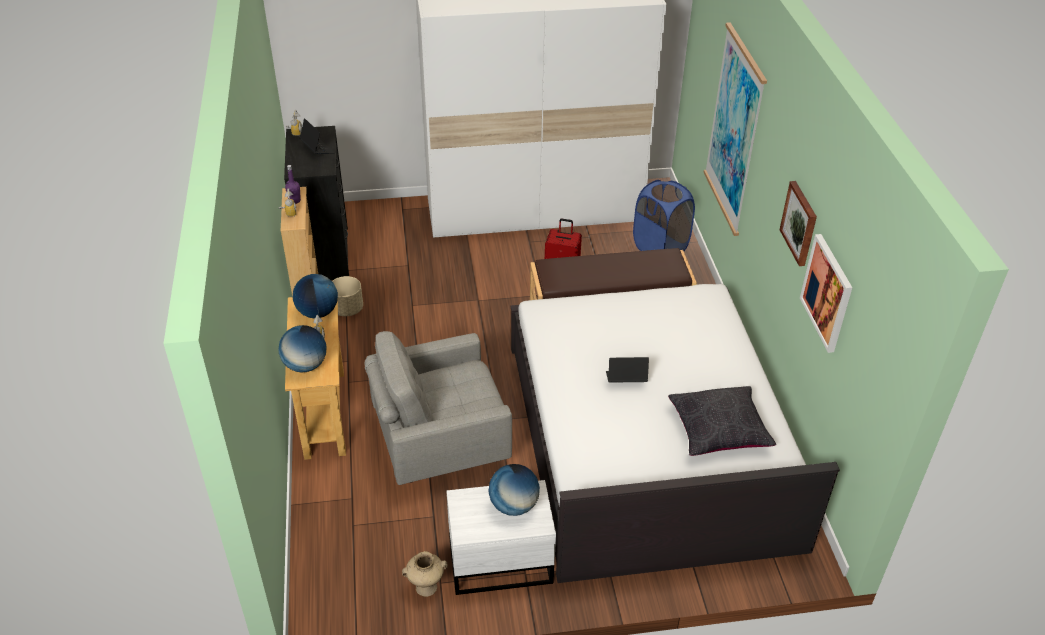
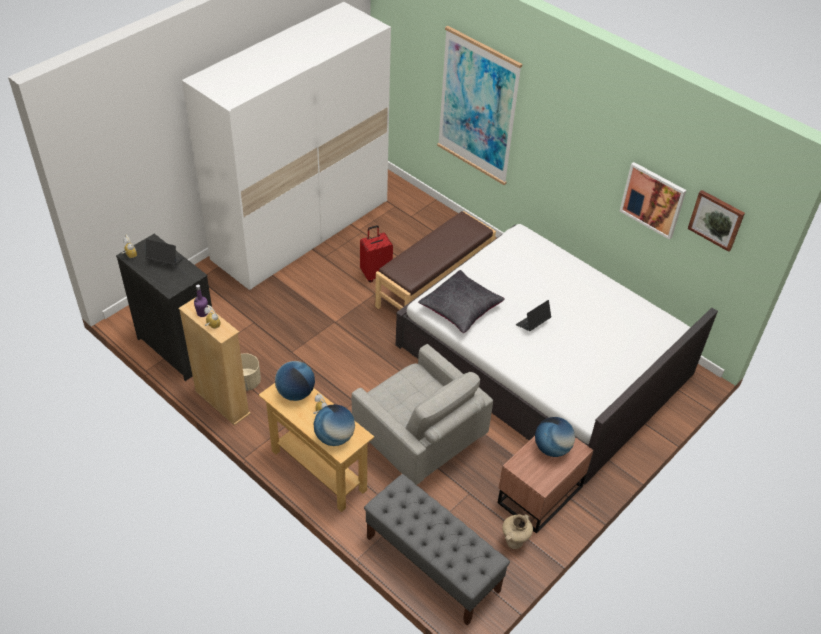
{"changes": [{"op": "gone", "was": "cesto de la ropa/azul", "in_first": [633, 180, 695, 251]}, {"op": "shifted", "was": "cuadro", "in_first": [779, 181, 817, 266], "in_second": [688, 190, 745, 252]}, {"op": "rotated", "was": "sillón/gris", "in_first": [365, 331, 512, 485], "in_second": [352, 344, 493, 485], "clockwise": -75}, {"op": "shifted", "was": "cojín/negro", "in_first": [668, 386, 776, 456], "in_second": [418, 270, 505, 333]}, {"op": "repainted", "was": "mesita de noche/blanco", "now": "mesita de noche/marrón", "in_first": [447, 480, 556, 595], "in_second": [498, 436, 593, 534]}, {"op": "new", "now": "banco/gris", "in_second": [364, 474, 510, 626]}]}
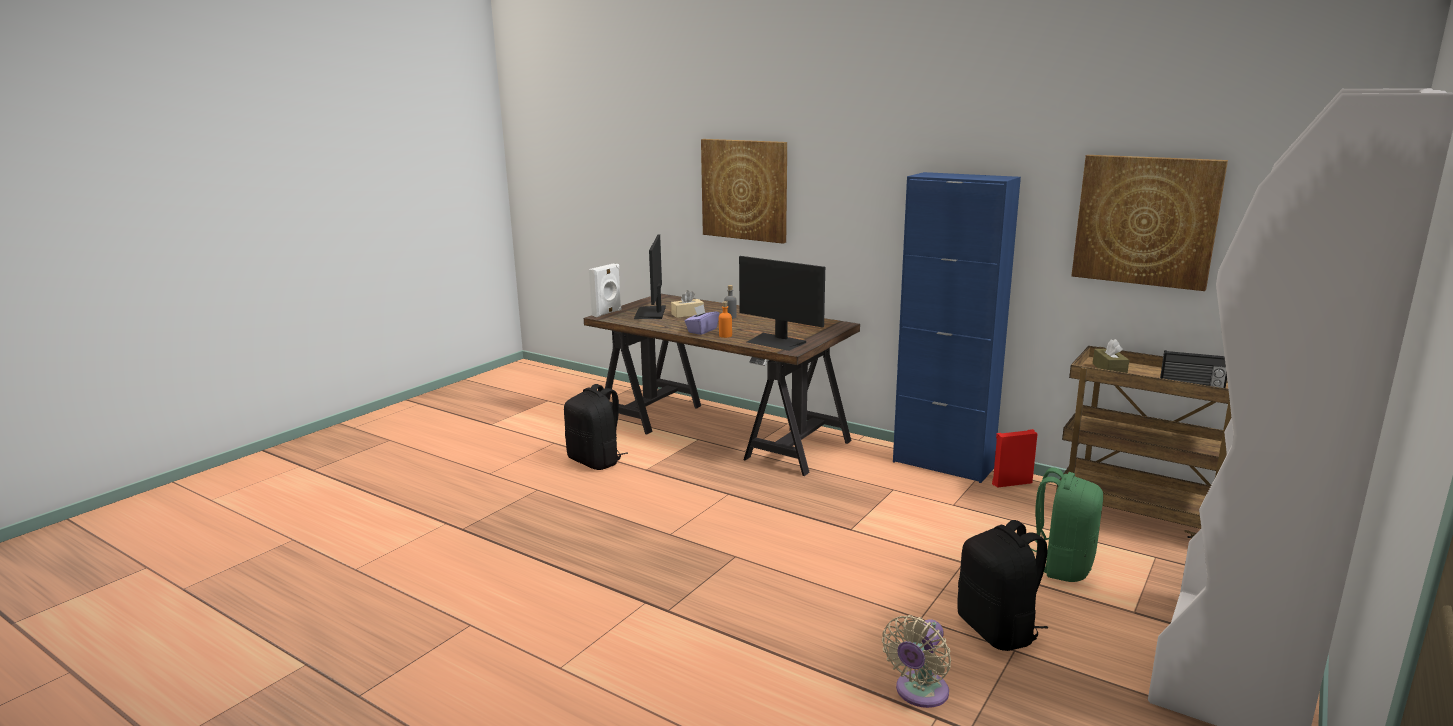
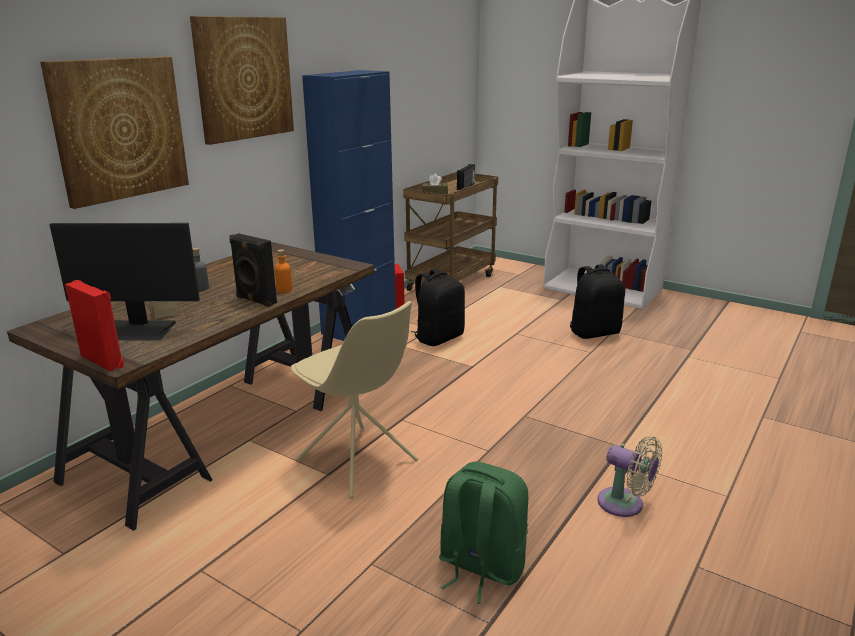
{"changes": [{"op": "shifted", "was": "cuadro", "in_first": [1072, 155, 1228, 291], "in_second": [190, 16, 294, 145]}, {"op": "gone", "was": "monitor", "in_first": [739, 256, 825, 351]}, {"op": "repainted", "was": "altavoz/blanco", "now": "altavoz/rojo", "in_first": [589, 264, 621, 317], "in_second": [65, 280, 124, 371]}, {"op": "swapped", "was": "caja de pañuelos/morado", "now": "altavoz/negro", "in_first": [685, 304, 719, 335], "in_second": [229, 233, 277, 307]}, {"op": "shifted", "was": "mochila/negro", "in_first": [564, 384, 628, 470], "in_second": [411, 269, 465, 346]}, {"op": "shifted", "was": "mochila/verde", "in_first": [1031, 467, 1103, 582], "in_second": [439, 462, 528, 604]}, {"op": "shifted", "was": "ventilador/beis", "in_first": [882, 615, 951, 708], "in_second": [598, 436, 663, 517]}, {"op": "new", "now": "silla/beis", "in_second": [290, 301, 418, 499]}]}
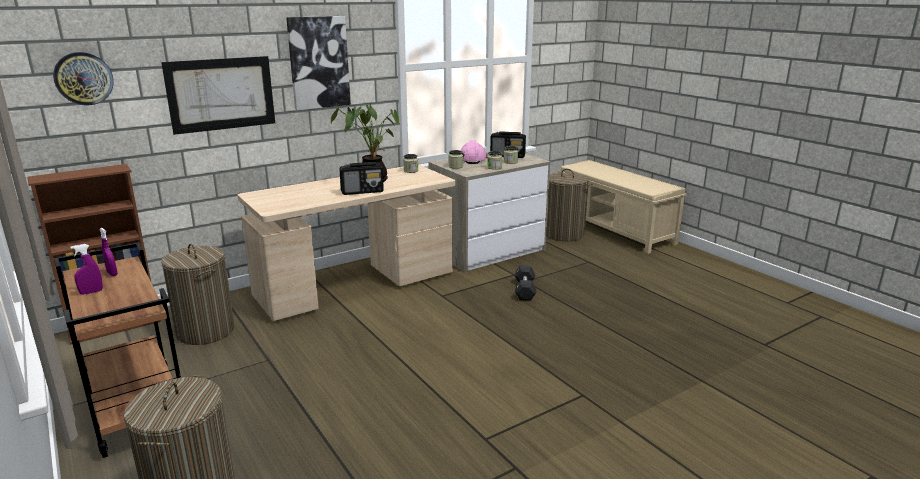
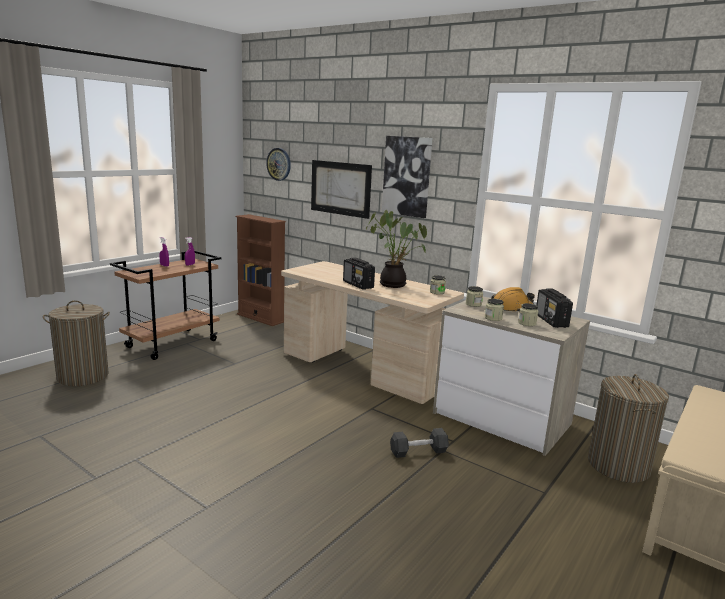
{"changes": [{"op": "repainted", "was": "casco/rosa", "now": "casco/naranja", "in_first": [460, 140, 488, 164], "in_second": [491, 287, 535, 313]}, {"op": "gone", "was": "cesto de la ropa", "in_first": [161, 244, 235, 345]}]}
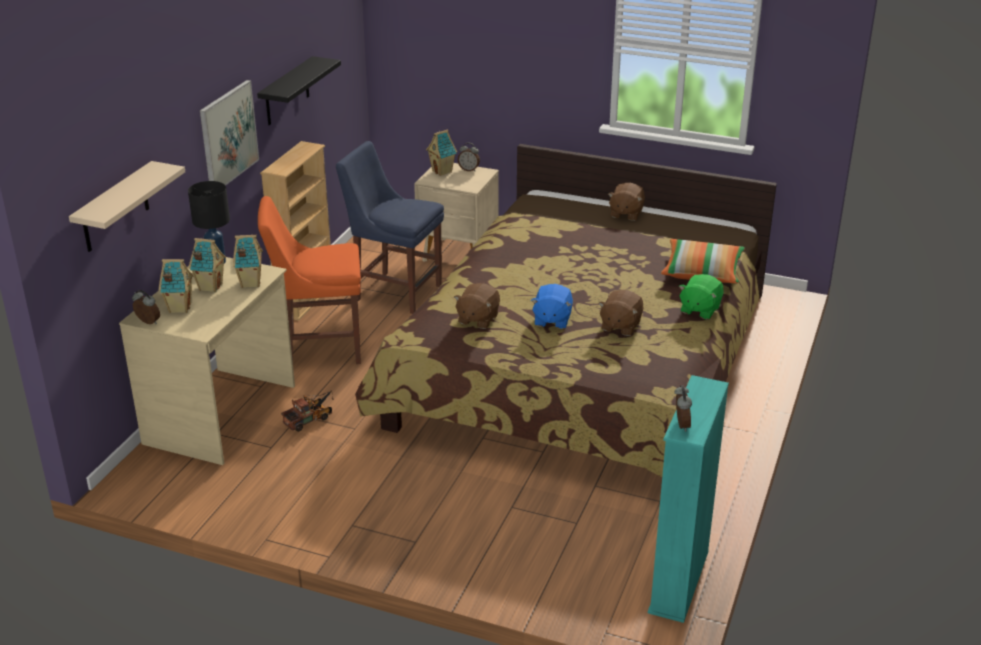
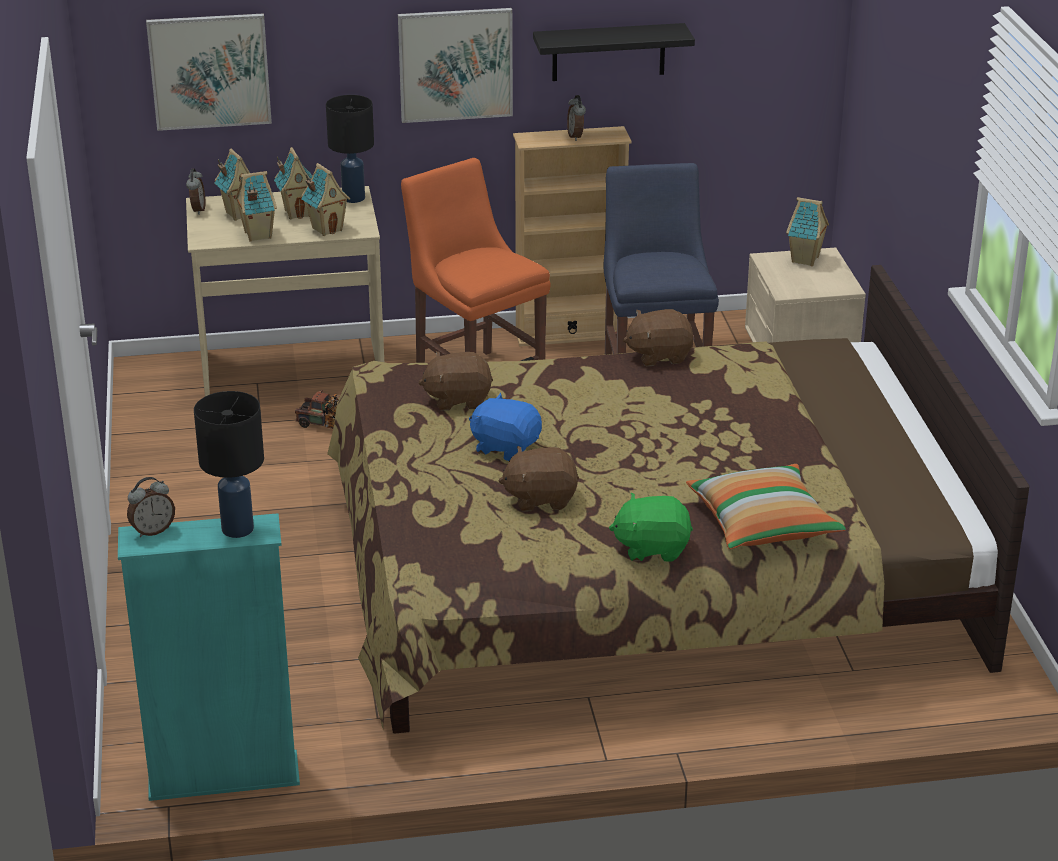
{"changes": [{"op": "shifted", "was": "despertador", "in_first": [458, 143, 480, 171], "in_second": [567, 95, 586, 141]}, {"op": "swapped", "was": "estante/beis", "now": "cuadro", "in_first": [69, 161, 185, 252], "in_second": [146, 13, 272, 131]}, {"op": "shifted", "was": "peluche/marrón", "in_first": [608, 183, 645, 221], "in_second": [623, 309, 693, 366]}, {"op": "rotated", "was": "peluche/azul", "in_first": [531, 284, 573, 329], "in_second": [469, 393, 542, 461], "clockwise": 45}, {"op": "new", "now": "casita", "in_second": [235, 171, 277, 241]}, {"op": "new", "now": "lámpara de mesa/negro", "in_second": [194, 391, 264, 538]}]}
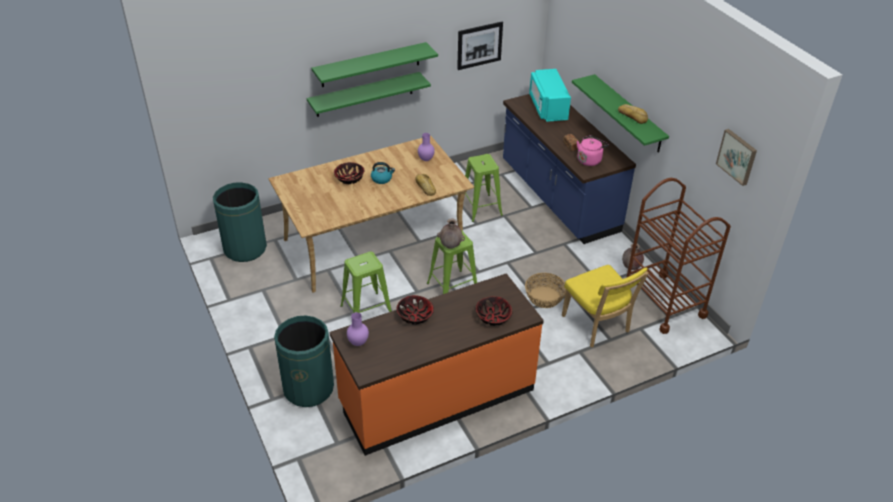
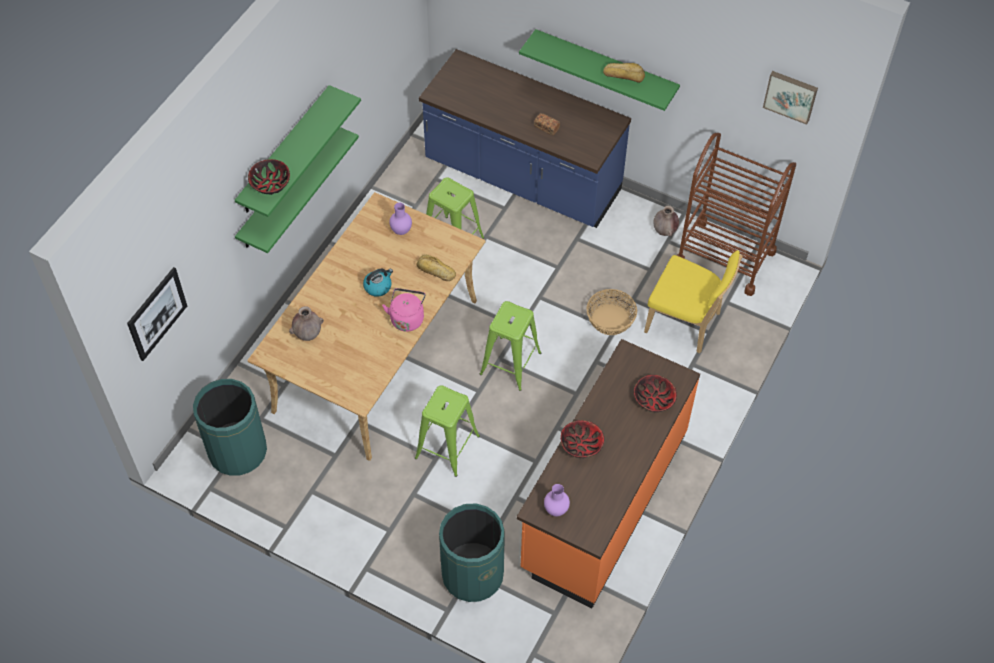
{"changes": [{"op": "shifted", "was": "cuadro", "in_first": [457, 22, 503, 70], "in_second": [127, 267, 187, 361]}, {"op": "gone", "was": "microondas/turquesa", "in_first": [529, 69, 571, 122]}, {"op": "shifted", "was": "hervidor/rosa", "in_first": [577, 135, 609, 166], "in_second": [382, 288, 425, 332]}, {"op": "shifted", "was": "cuenco", "in_first": [334, 162, 365, 184], "in_second": [248, 159, 290, 195]}, {"op": "shifted", "was": "florero/marrón", "in_first": [437, 219, 465, 249], "in_second": [289, 306, 324, 341]}]}
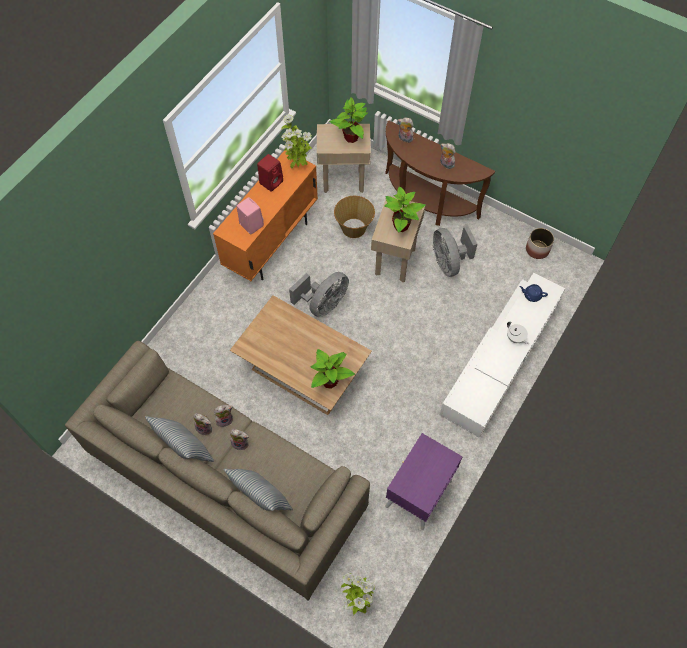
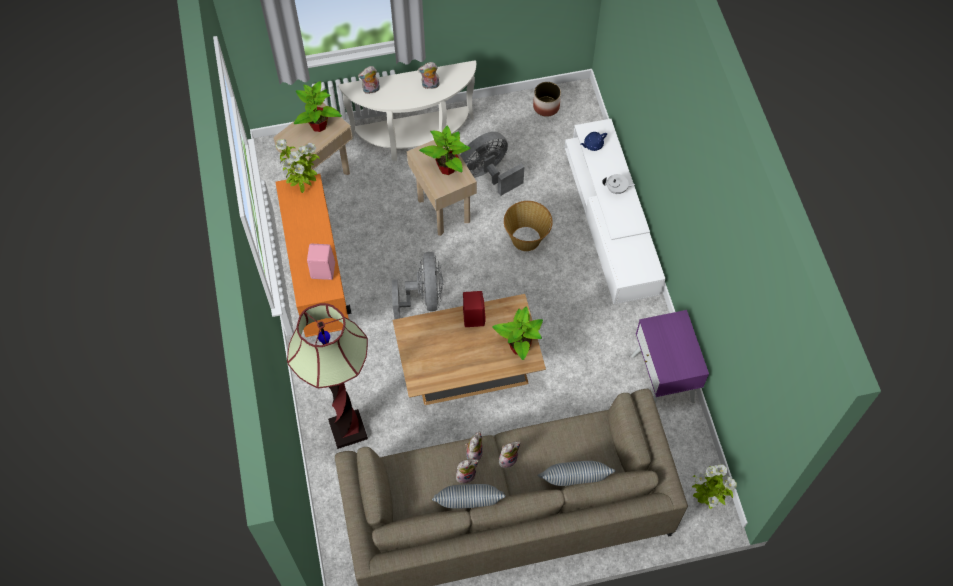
{"changes": [{"op": "repainted", "was": "mesa consola/marrón", "now": "mesa consola/blanco", "in_first": [385, 121, 495, 226], "in_second": [338, 60, 476, 161]}, {"op": "shifted", "was": "altavoz/rojo", "in_first": [257, 154, 283, 192], "in_second": [463, 291, 486, 327]}, {"op": "shifted", "was": "cesta", "in_first": [334, 196, 375, 238], "in_second": [504, 201, 553, 251]}, {"op": "rotated", "was": "ventilador/gris", "in_first": [433, 225, 477, 277], "in_second": [460, 132, 524, 196], "clockwise": 120}, {"op": "new", "now": "lámpara de pie", "in_second": [287, 303, 368, 449]}]}
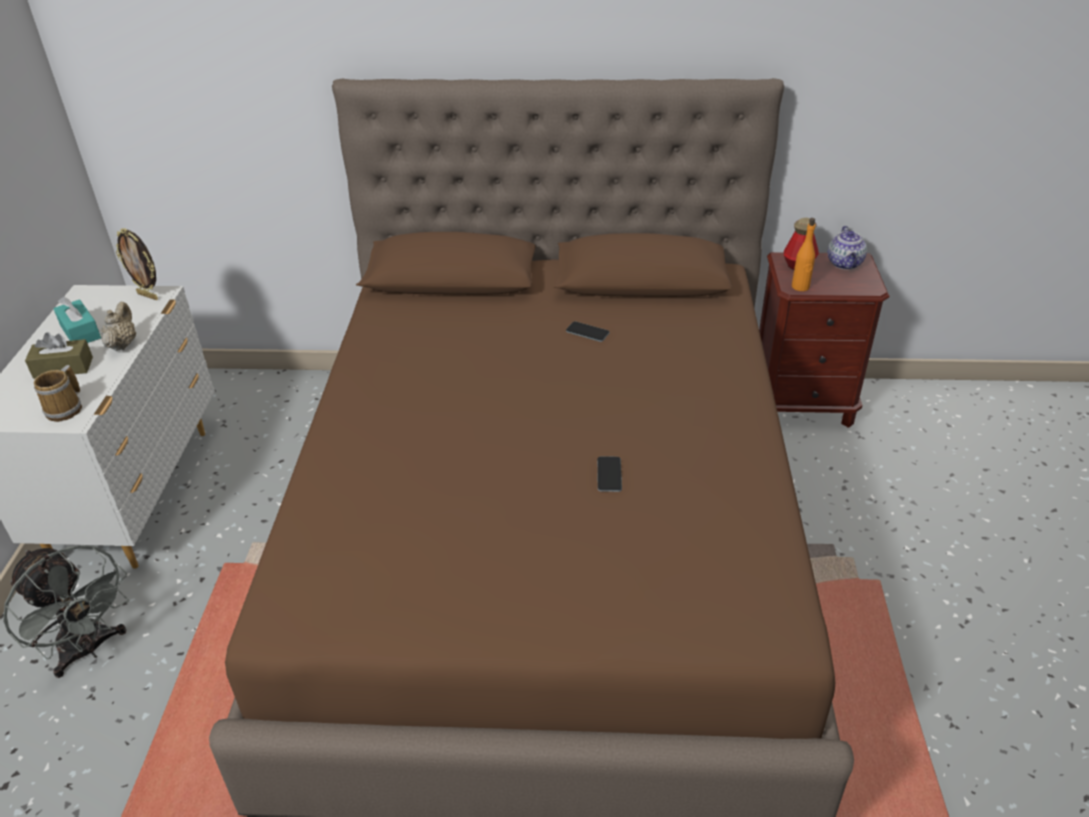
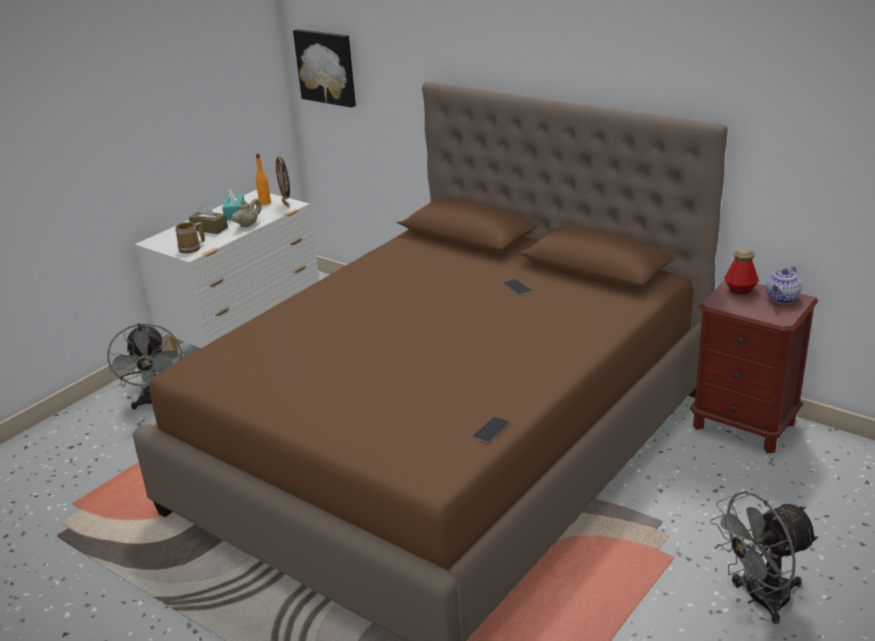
{"changes": [{"op": "shifted", "was": "botella/naranja", "in_first": [792, 218, 815, 291], "in_second": [256, 154, 271, 205]}, {"op": "shifted", "was": "móvil", "in_first": [597, 457, 622, 492], "in_second": [473, 417, 509, 443]}, {"op": "new", "now": "cuadro", "in_second": [293, 29, 356, 108]}, {"op": "new", "now": "ventilador/gris", "in_second": [710, 491, 819, 624]}]}
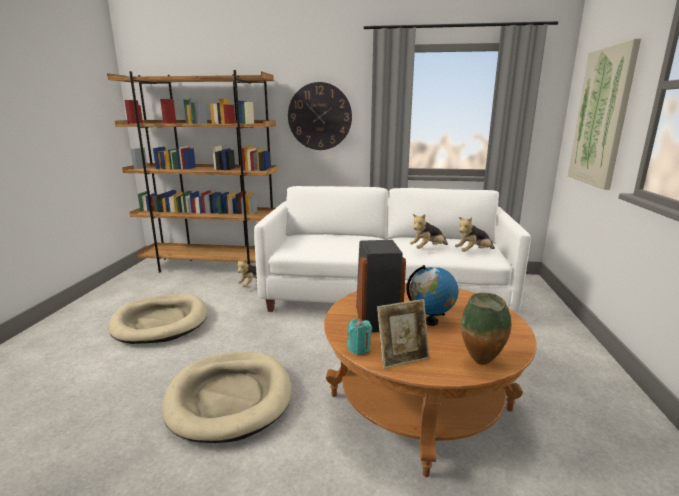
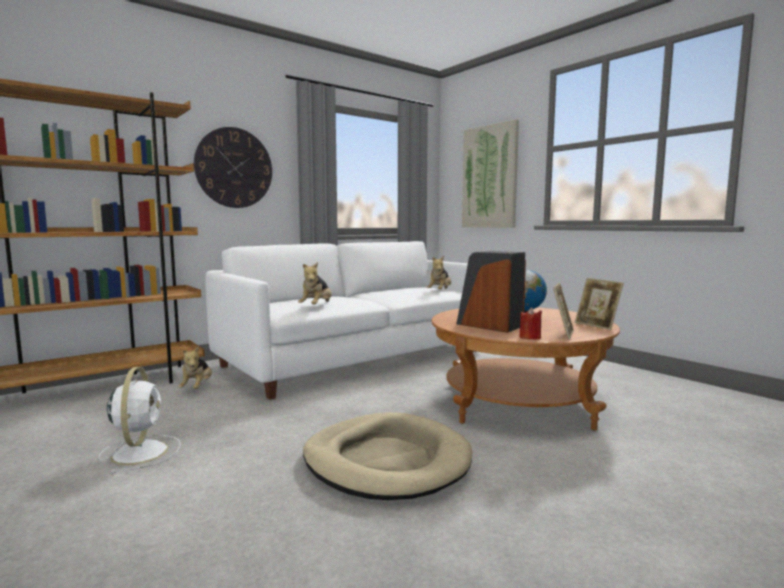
{"changes": [{"op": "shifted", "was": "peluche", "in_first": [410, 214, 448, 249], "in_second": [298, 262, 332, 304]}, {"op": "swapped", "was": "florero", "now": "portarretratos", "in_first": [461, 293, 511, 365], "in_second": [575, 278, 624, 330]}, {"op": "swapped", "was": "cama para perro/beis", "now": "ventilador/blanco", "in_first": [109, 294, 207, 344], "in_second": [99, 367, 181, 474]}, {"op": "repainted", "was": "vela/turquesa", "now": "vela/rojo", "in_first": [347, 319, 372, 355], "in_second": [519, 307, 542, 340]}]}
